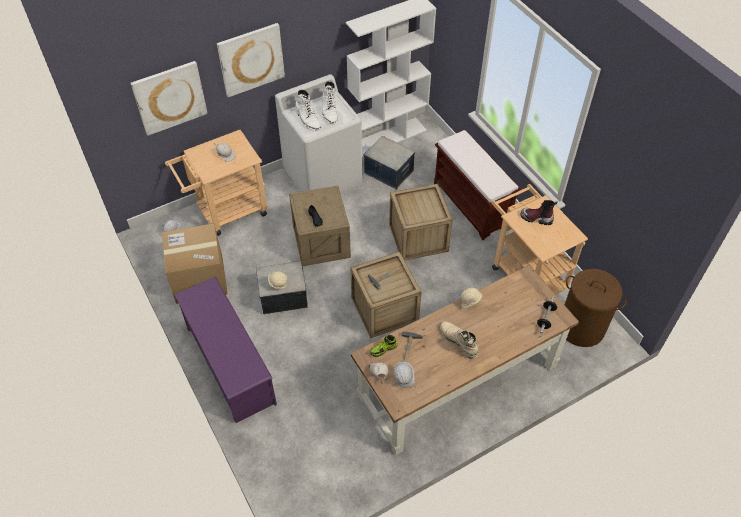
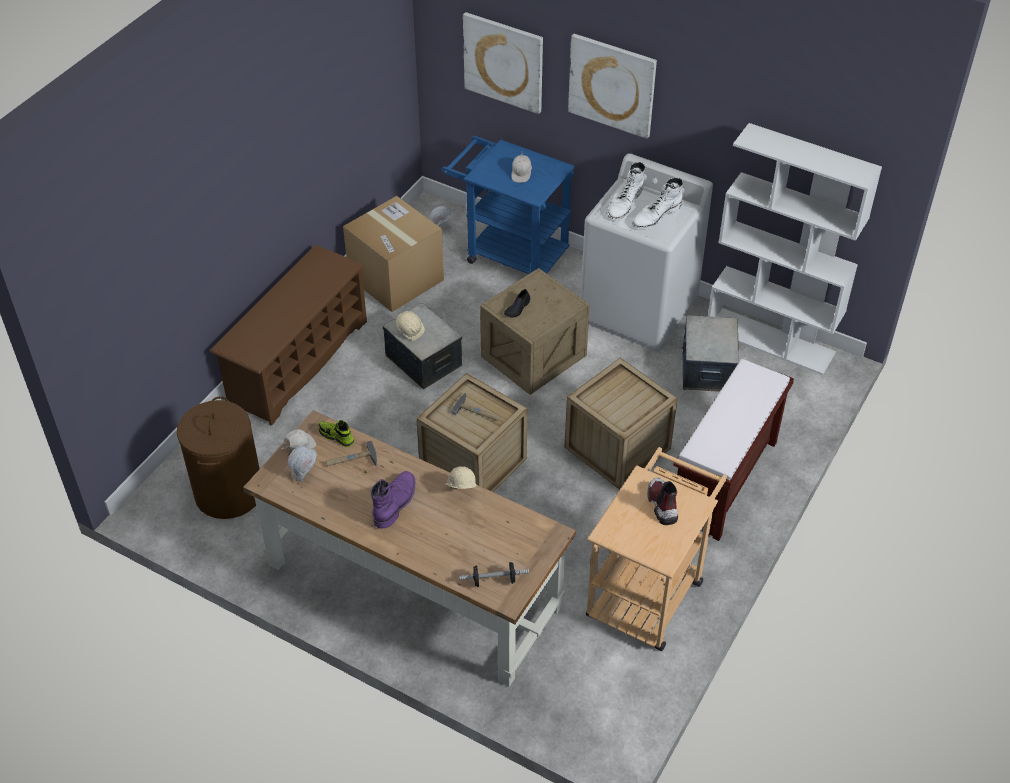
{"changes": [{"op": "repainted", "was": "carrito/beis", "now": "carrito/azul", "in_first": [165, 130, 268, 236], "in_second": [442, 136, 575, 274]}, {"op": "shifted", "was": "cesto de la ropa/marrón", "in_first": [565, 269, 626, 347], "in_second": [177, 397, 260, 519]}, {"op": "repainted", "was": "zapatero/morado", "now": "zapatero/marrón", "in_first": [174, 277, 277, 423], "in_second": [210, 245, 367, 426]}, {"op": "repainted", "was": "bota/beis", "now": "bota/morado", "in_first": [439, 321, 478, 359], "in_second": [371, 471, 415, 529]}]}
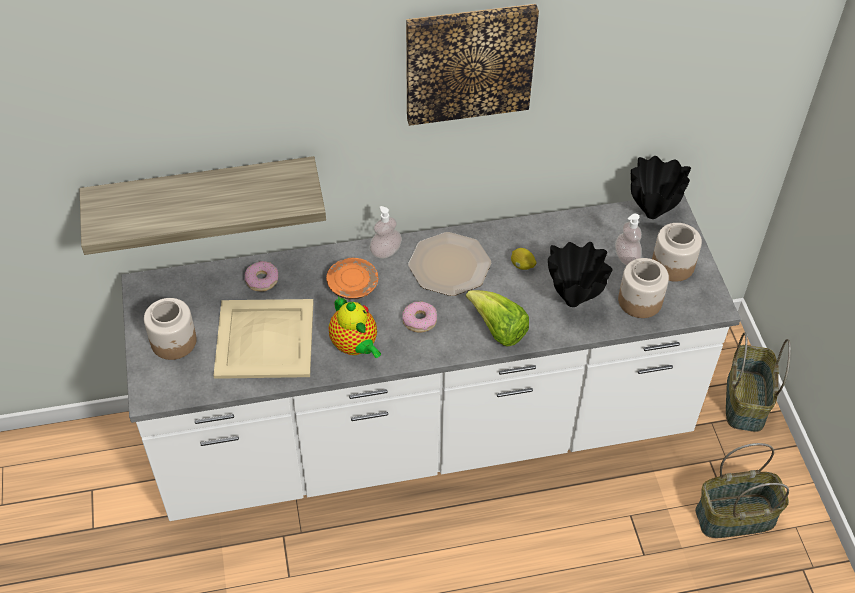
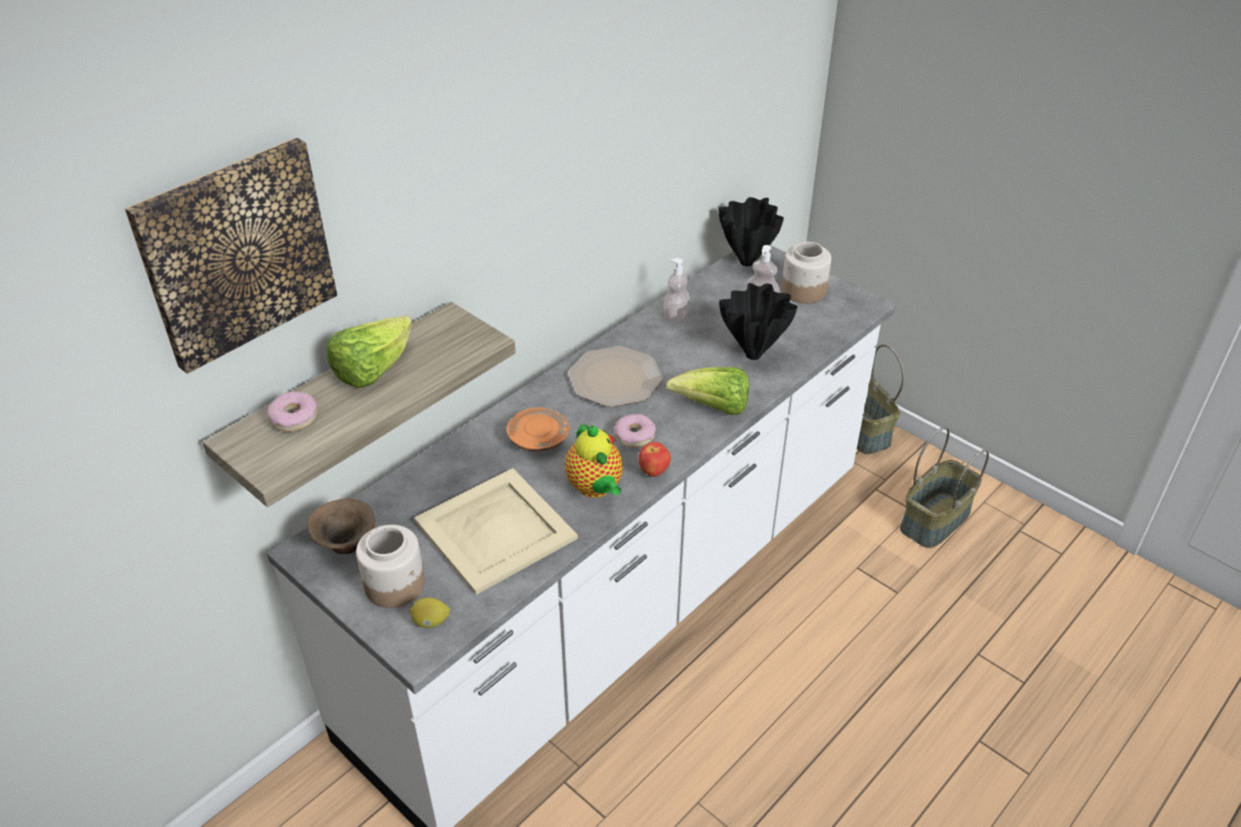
{"changes": [{"op": "shifted", "was": "cuadro", "in_first": [406, 4, 539, 126], "in_second": [125, 137, 337, 374]}, {"op": "shifted", "was": "dispensador de jabón", "in_first": [370, 206, 402, 259], "in_second": [663, 258, 690, 322]}, {"op": "shifted", "was": "limón", "in_first": [511, 248, 536, 270], "in_second": [409, 597, 450, 628]}, {"op": "gone", "was": "tarro", "in_first": [618, 258, 669, 318]}, {"op": "shifted", "was": "rosquilla", "in_first": [245, 261, 278, 291], "in_second": [267, 391, 318, 432]}, {"op": "rotated", "was": "tetera", "in_first": [329, 297, 381, 358], "in_second": [565, 423, 623, 498], "clockwise": 45}, {"op": "new", "now": "lechuga", "in_second": [326, 315, 412, 388]}, {"op": "new", "now": "manzana", "in_second": [639, 442, 671, 477]}, {"op": "new", "now": "cuenco/marrón", "in_second": [307, 498, 375, 554]}]}
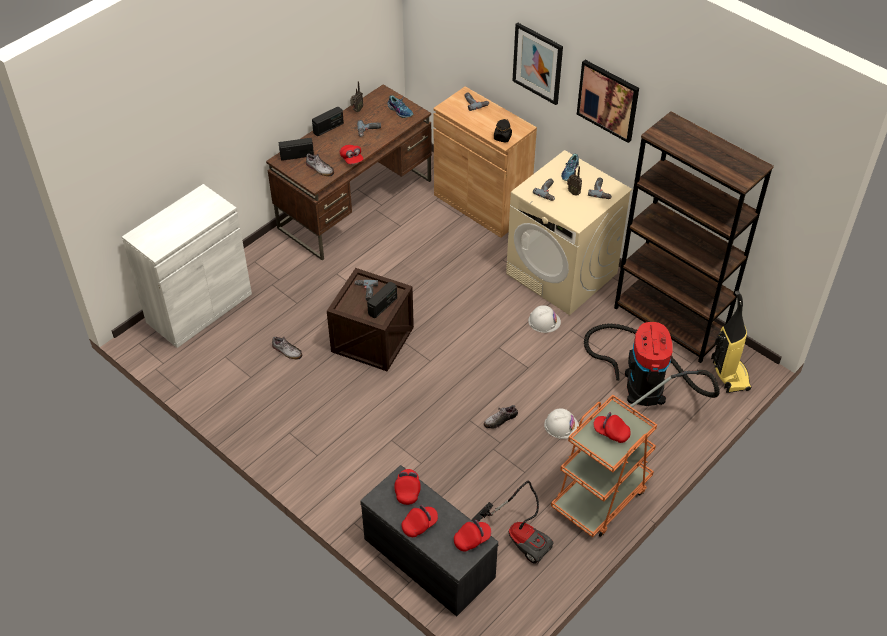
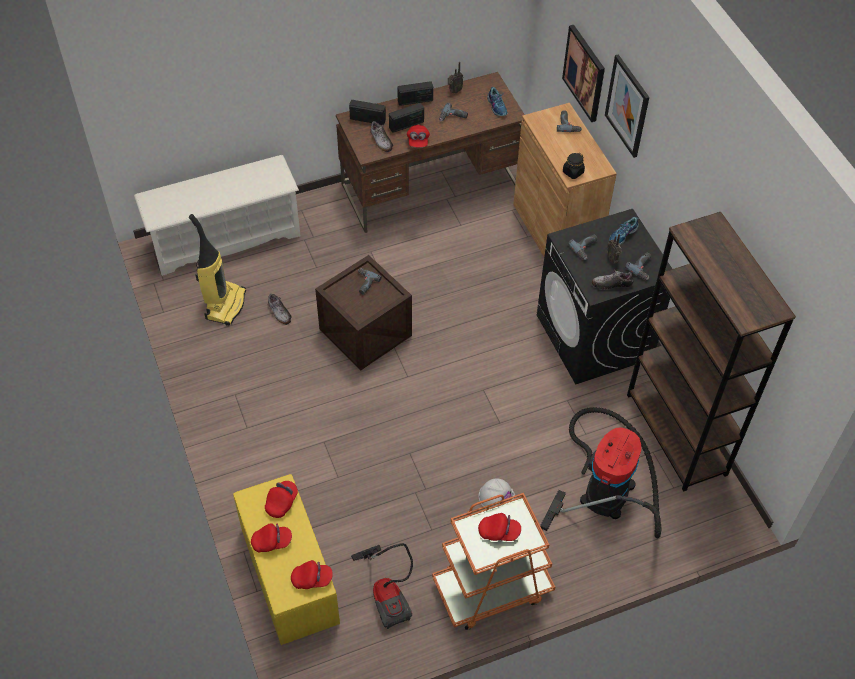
{"changes": [{"op": "shifted", "was": "cuadro", "in_first": [577, 60, 639, 143], "in_second": [562, 25, 605, 122]}, {"op": "repainted", "was": "lavadora/beis", "now": "lavadora/negro", "in_first": [506, 150, 632, 315], "in_second": [537, 209, 672, 384]}, {"op": "swapped", "was": "armario/blanco", "now": "zapatero/blanco", "in_first": [122, 184, 252, 348], "in_second": [134, 155, 300, 276]}, {"op": "shifted", "was": "radio", "in_first": [367, 281, 397, 319], "in_second": [389, 103, 424, 133]}, {"op": "shifted", "was": "aspiradora", "in_first": [711, 290, 751, 393], "in_second": [189, 214, 246, 326]}, {"op": "gone", "was": "casco/blanco", "in_first": [528, 305, 561, 333]}, {"op": "shifted", "was": "zapato", "in_first": [484, 405, 518, 429], "in_second": [592, 269, 634, 290]}, {"op": "rotated", "was": "gorra/rojo", "in_first": [594, 412, 631, 443], "in_second": [478, 513, 521, 541], "clockwise": 135}, {"op": "repainted", "was": "banco/gris", "now": "banco/amarillo", "in_first": [360, 465, 499, 617], "in_second": [233, 474, 340, 645]}]}
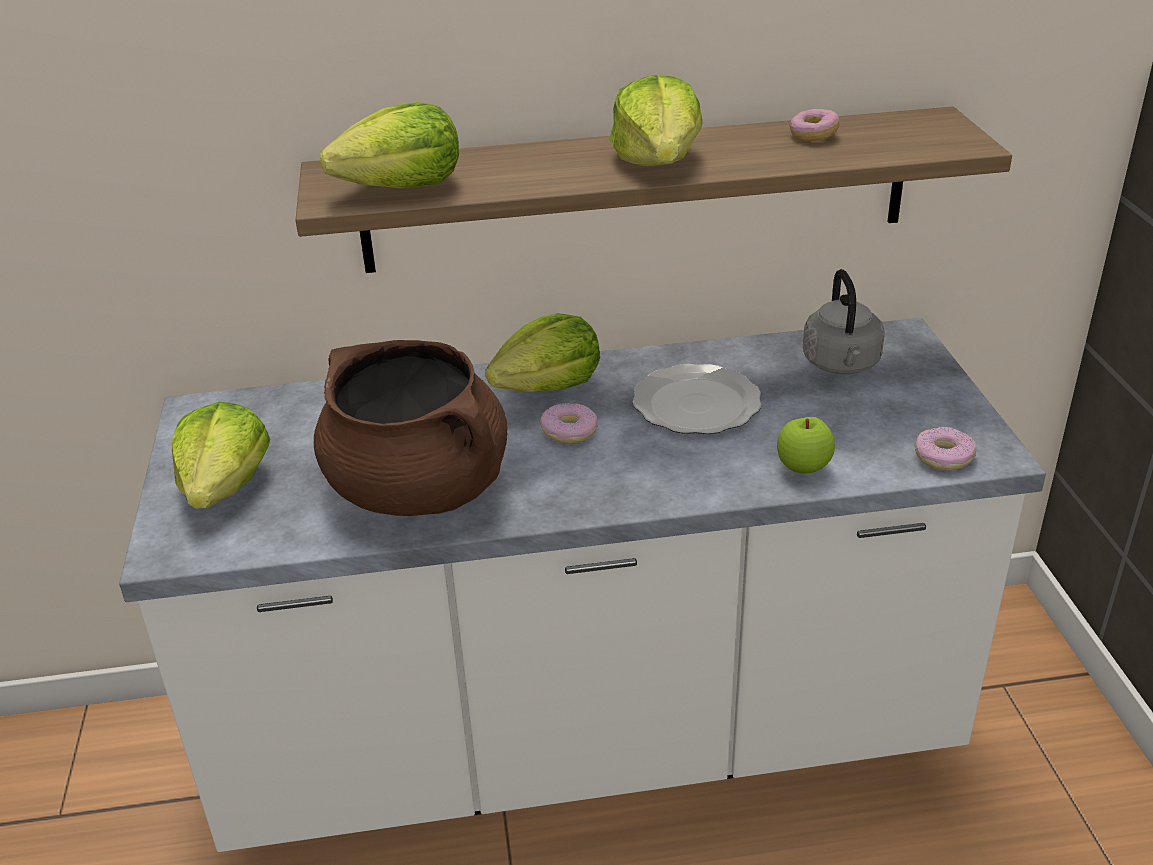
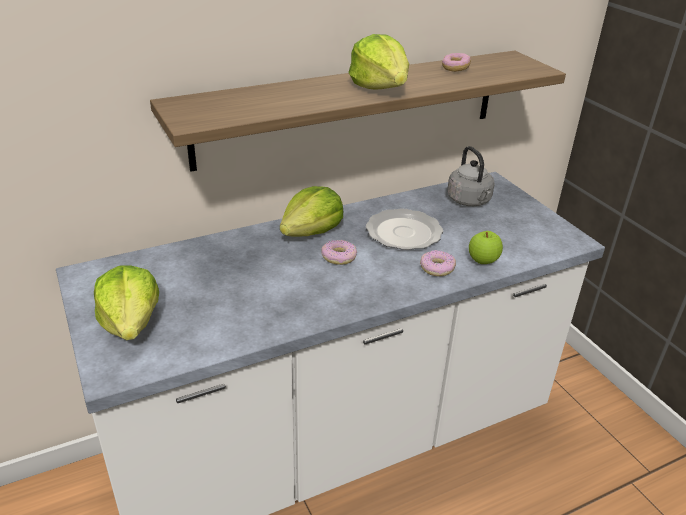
{"changes": [{"op": "gone", "was": "lechuga", "in_first": [320, 102, 459, 188]}, {"op": "gone", "was": "olla/marrón", "in_first": [314, 340, 508, 516]}, {"op": "shifted", "was": "rosquilla", "in_first": [914, 427, 977, 470], "in_second": [420, 250, 456, 277]}]}
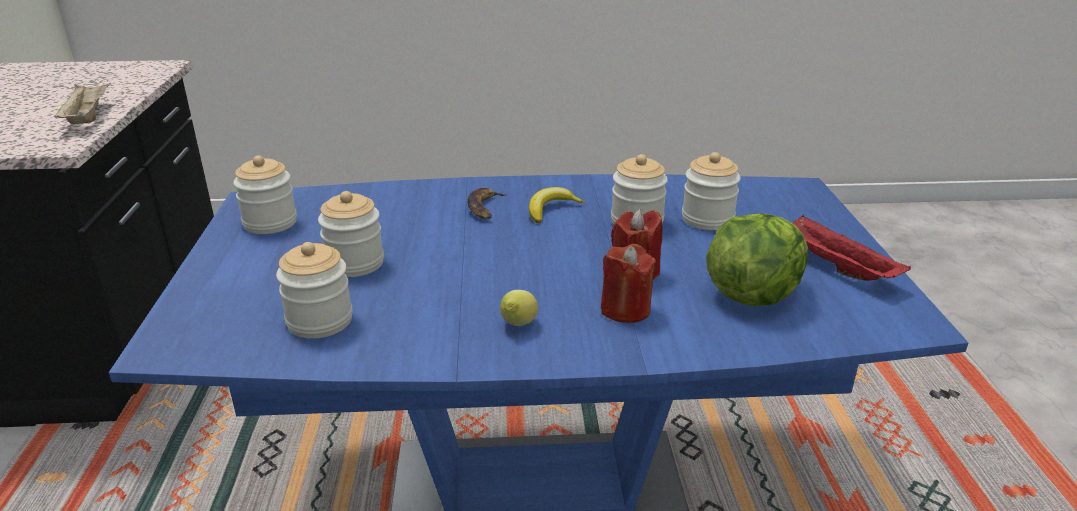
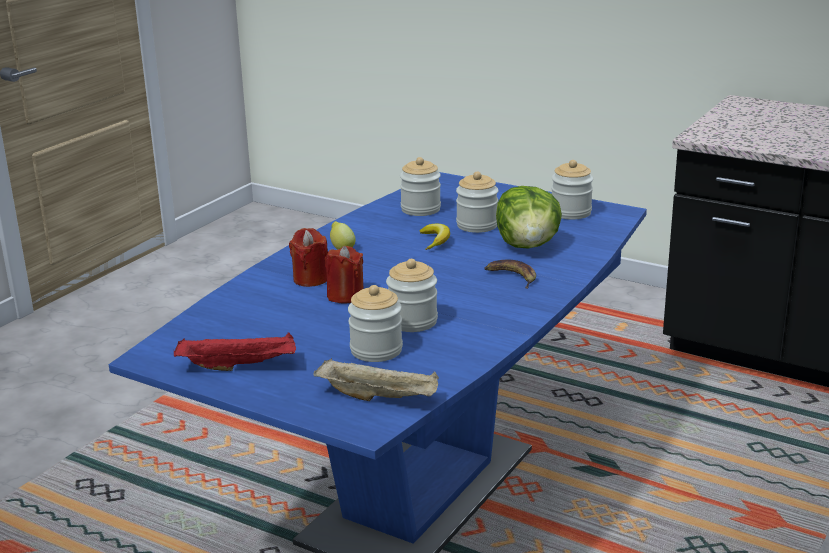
{"changes": [{"op": "shifted", "was": "bandeja/beis", "in_first": [54, 83, 111, 124], "in_second": [313, 358, 439, 401]}, {"op": "shifted", "was": "plátano", "in_first": [529, 187, 585, 223], "in_second": [420, 224, 450, 250]}, {"op": "shifted", "was": "lechuga", "in_first": [706, 213, 808, 306], "in_second": [496, 186, 562, 248]}]}
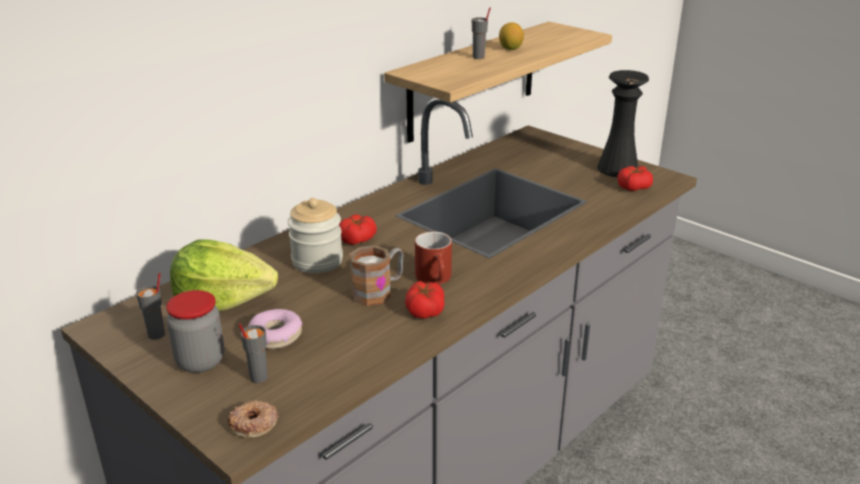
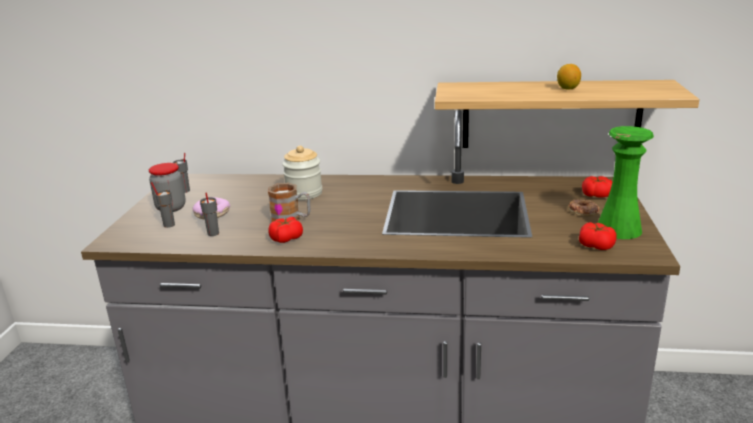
{"changes": [{"op": "shifted", "was": "taza/gris", "in_first": [472, 8, 491, 59], "in_second": [200, 192, 219, 236]}, {"op": "repainted", "was": "florero/negro", "now": "florero/verde", "in_first": [597, 70, 649, 177], "in_second": [598, 126, 654, 239]}, {"op": "shifted", "was": "tomate", "in_first": [339, 214, 377, 245], "in_second": [582, 176, 613, 197]}, {"op": "gone", "was": "taza grande/rojo", "in_first": [415, 232, 452, 284]}, {"op": "gone", "was": "lechuga", "in_first": [170, 239, 278, 311]}, {"op": "shifted", "was": "rosquilla", "in_first": [228, 400, 278, 437], "in_second": [569, 199, 599, 216]}]}
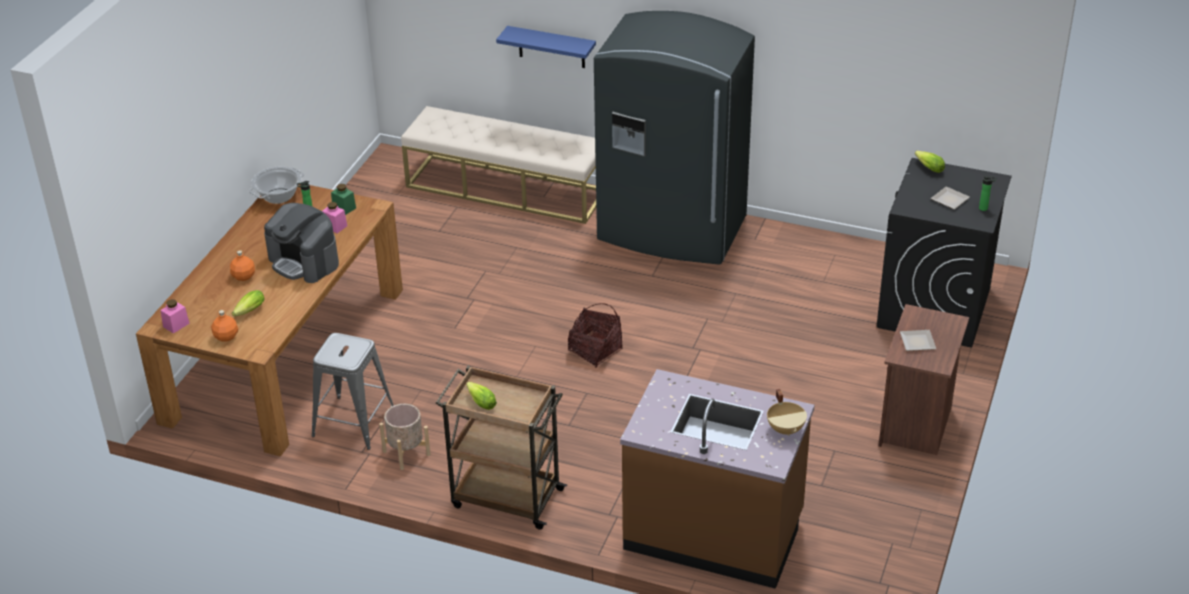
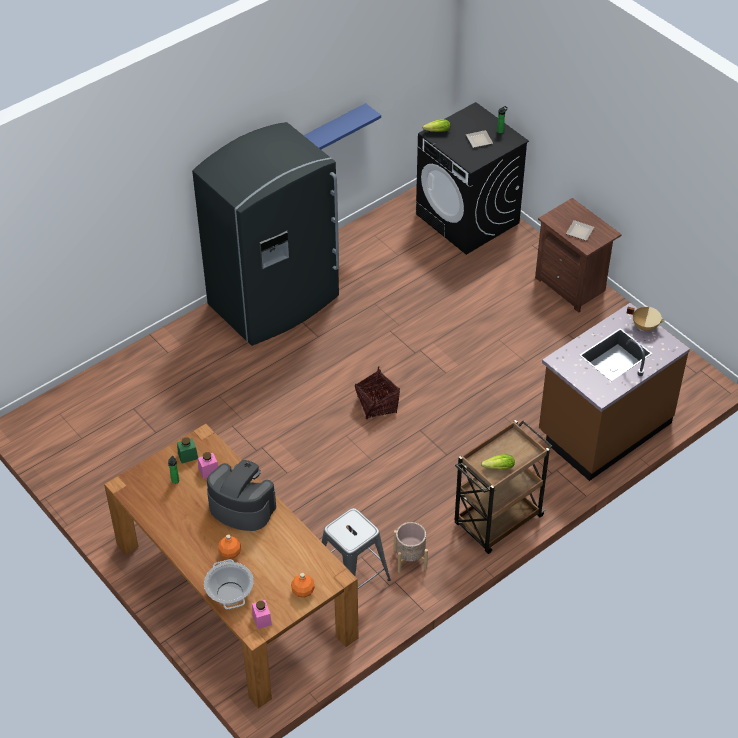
{"changes": [{"op": "shifted", "was": "estante/azul", "in_first": [496, 26, 596, 68], "in_second": [304, 103, 381, 149]}, {"op": "gone", "was": "banco/beis", "in_first": [401, 106, 596, 224]}, {"op": "shifted", "was": "olla", "in_first": [249, 167, 304, 204], "in_second": [204, 559, 254, 609]}, {"op": "rotated", "was": "cafetera", "in_first": [264, 203, 339, 283], "in_second": [207, 460, 276, 531], "clockwise": -135}, {"op": "gone", "was": "lechuga", "in_first": [232, 290, 264, 317]}]}
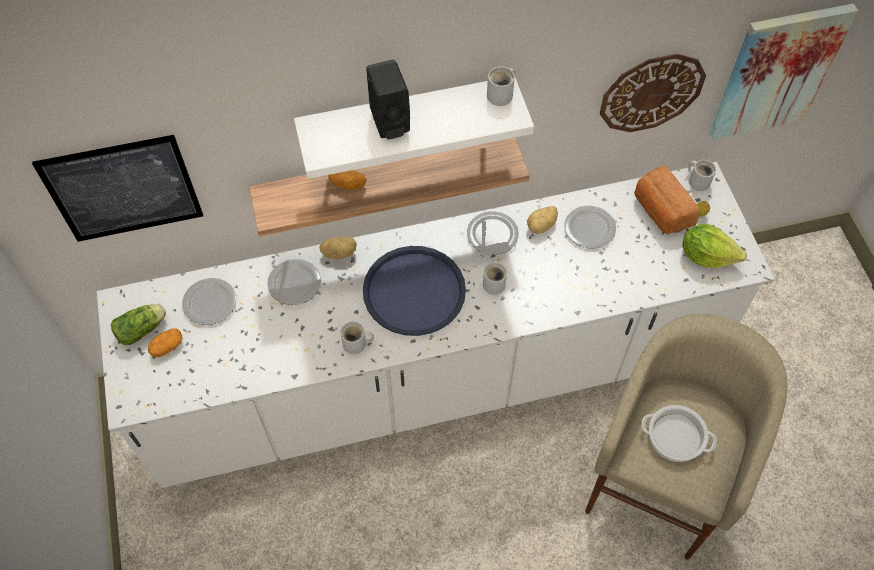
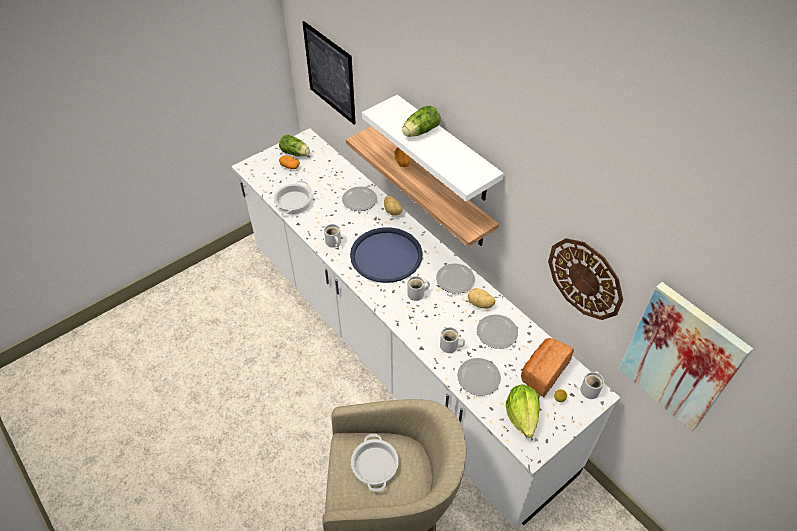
{"changes": [{"op": "swapped", "was": "dispensador de jabón/negro", "now": "lechuga", "in_first": [366, 59, 410, 139], "in_second": [402, 106, 441, 137]}, {"op": "shifted", "was": "taza grande/blanco", "in_first": [487, 66, 516, 106], "in_second": [440, 327, 465, 353]}, {"op": "shifted", "was": "plato", "in_first": [182, 278, 236, 325], "in_second": [457, 358, 501, 396]}, {"op": "new", "now": "olla", "in_second": [274, 181, 312, 214]}]}
